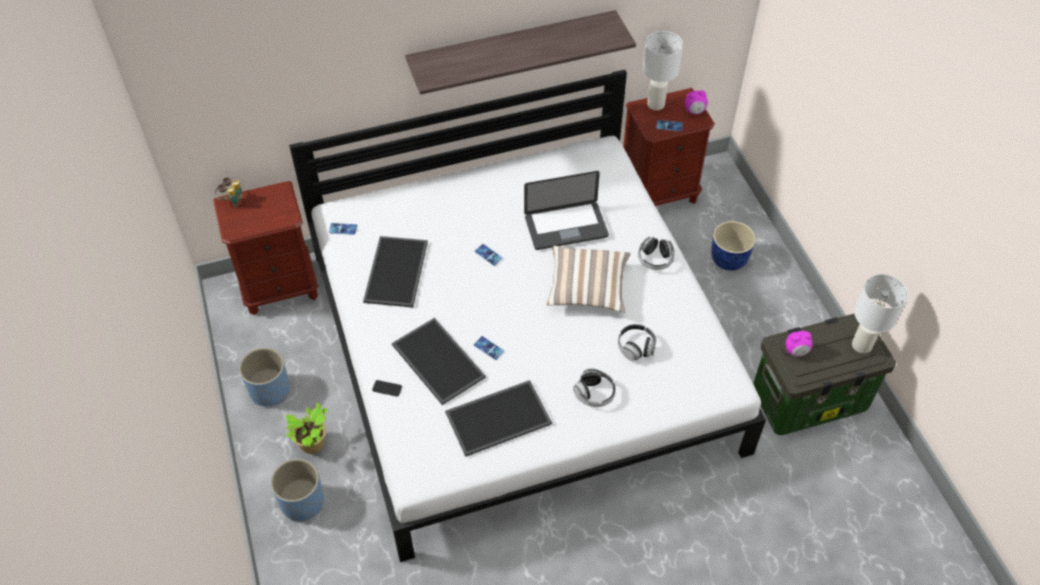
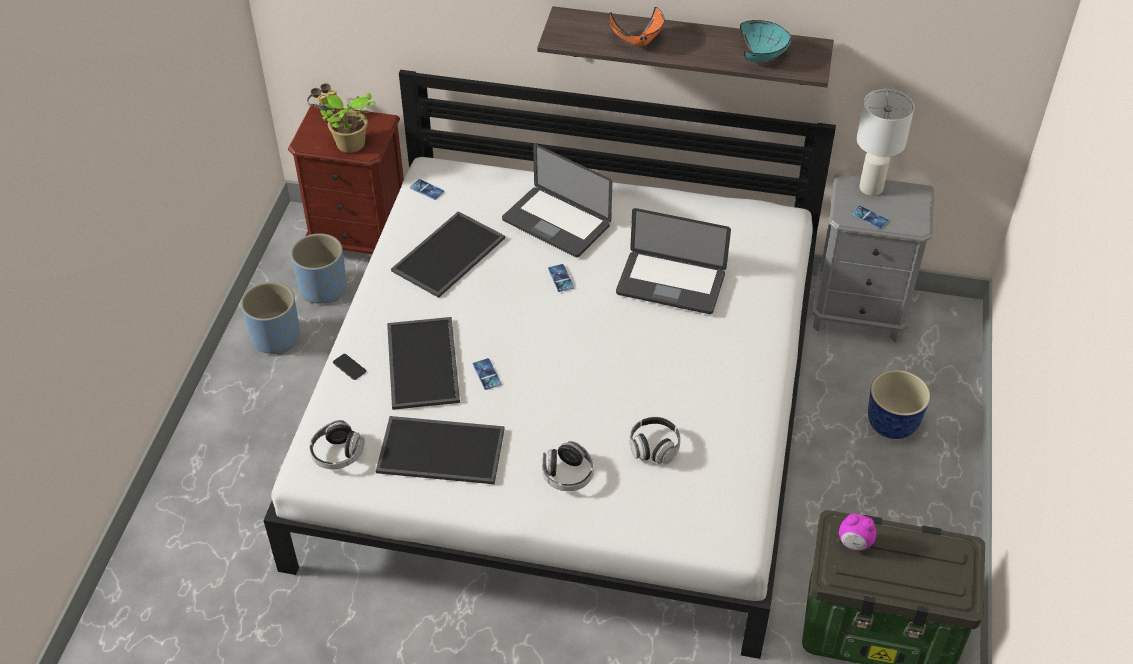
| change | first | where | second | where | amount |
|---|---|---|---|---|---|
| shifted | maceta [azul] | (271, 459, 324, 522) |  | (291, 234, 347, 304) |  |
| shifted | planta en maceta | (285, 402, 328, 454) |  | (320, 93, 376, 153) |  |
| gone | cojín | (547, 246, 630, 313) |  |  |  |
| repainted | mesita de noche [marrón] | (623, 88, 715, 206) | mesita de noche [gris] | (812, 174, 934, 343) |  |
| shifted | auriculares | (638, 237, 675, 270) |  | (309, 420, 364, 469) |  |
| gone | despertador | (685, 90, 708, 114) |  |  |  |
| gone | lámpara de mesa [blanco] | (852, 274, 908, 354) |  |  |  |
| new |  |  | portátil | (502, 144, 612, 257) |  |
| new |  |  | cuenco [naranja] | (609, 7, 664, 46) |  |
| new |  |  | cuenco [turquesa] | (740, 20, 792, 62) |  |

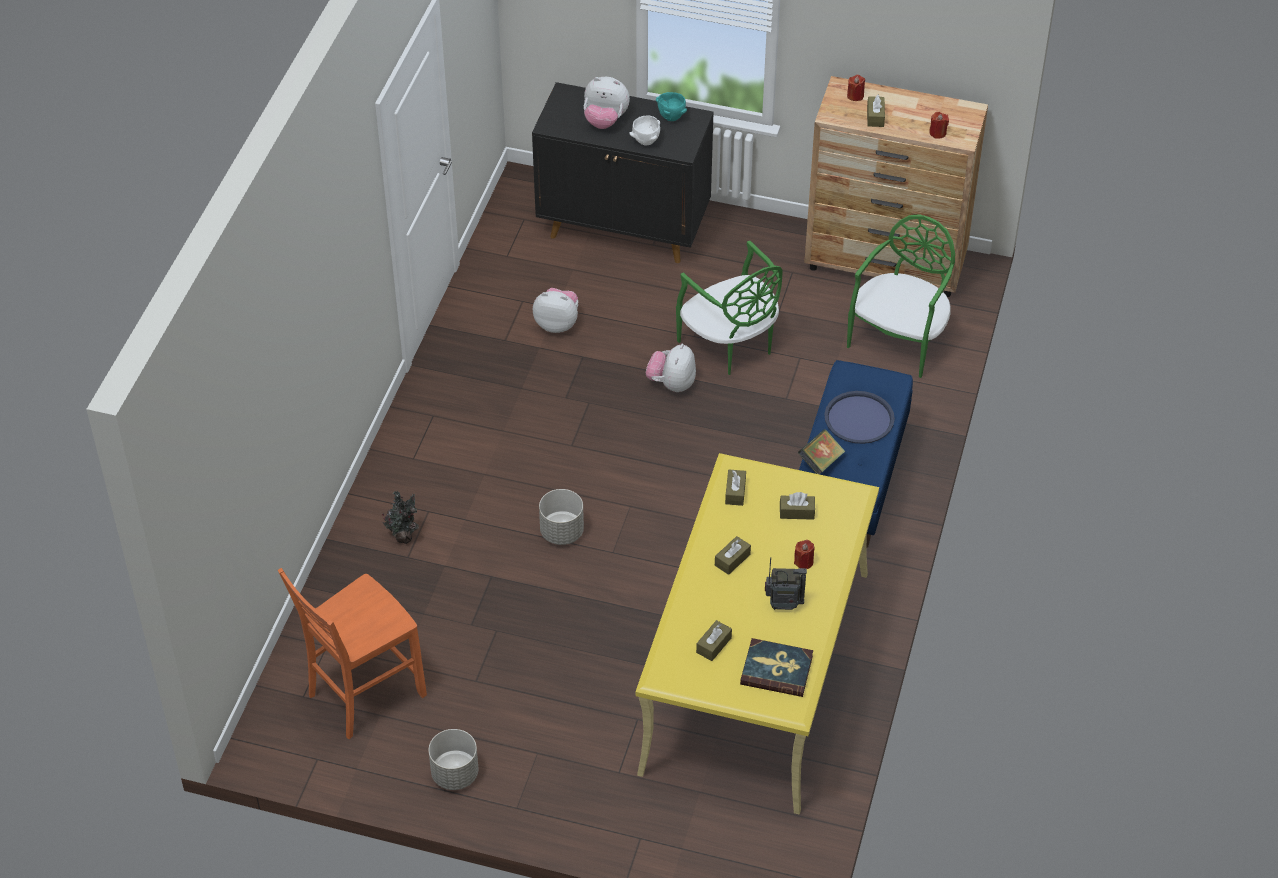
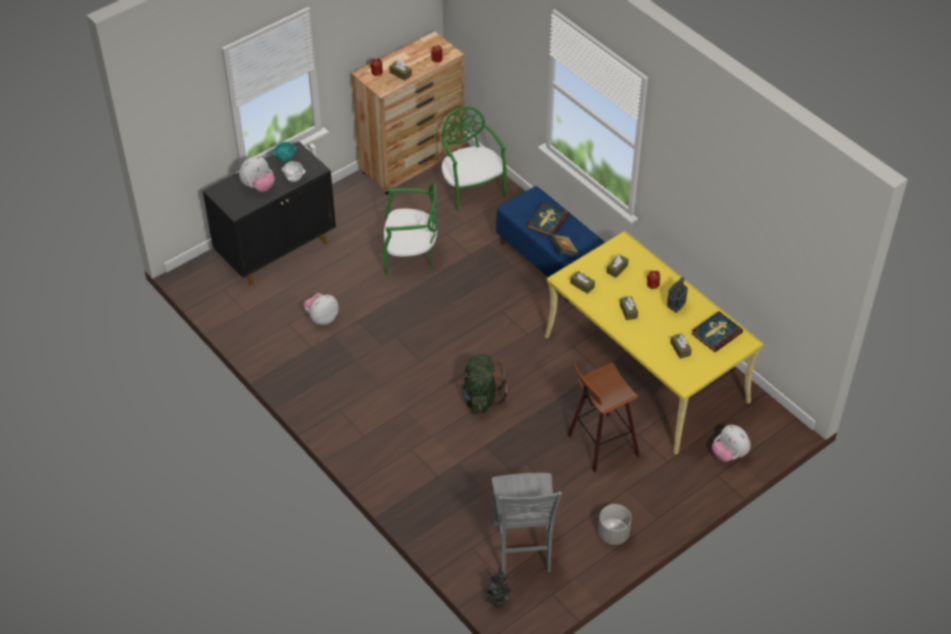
| change | first | where | second | where | amount |
|---|---|---|---|---|---|
| repainted | silla [naranja] | (278, 568, 427, 739) | silla [gris] | (492, 473, 562, 576) |  |
| shifted | planta en maceta | (382, 491, 419, 544) |  | (485, 568, 511, 607) |  |
| swapped | maceta [gris] | (539, 489, 584, 545) | mochila [verde] | (458, 354, 507, 414) |  |
| shifted | peluche | (646, 344, 696, 392) |  | (712, 425, 751, 462) |  |
| swapped | bandeja [azul] | (824, 391, 895, 444) | libro | (527, 202, 570, 237) |  |
| new |  |  | taburete | (567, 363, 639, 473) |  |

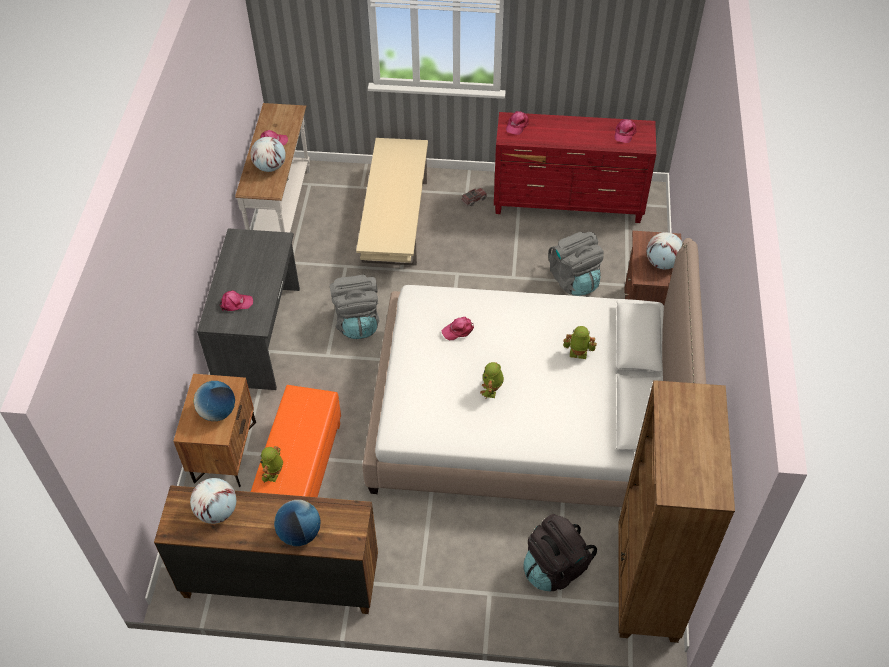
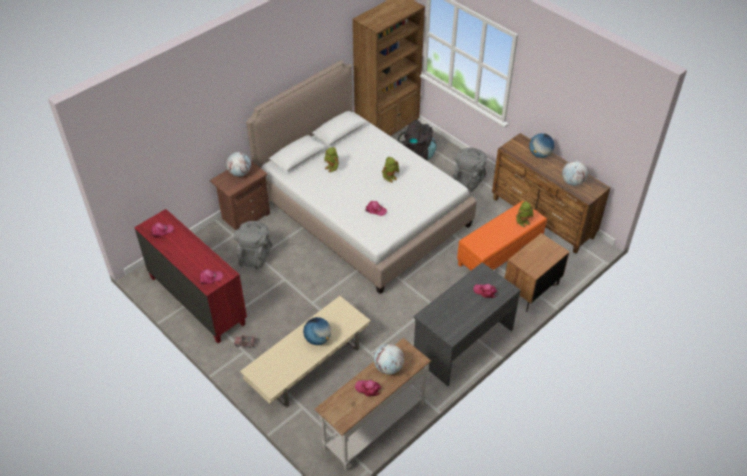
| change | first | where | second | where | amount |
|---|---|---|---|---|---|
| shifted | globo terráqueo | (193, 381, 235, 421) |  | (303, 317, 331, 345) |  |
| shifted | mochila [gris] | (330, 275, 380, 339) |  | (453, 147, 487, 192) |  |

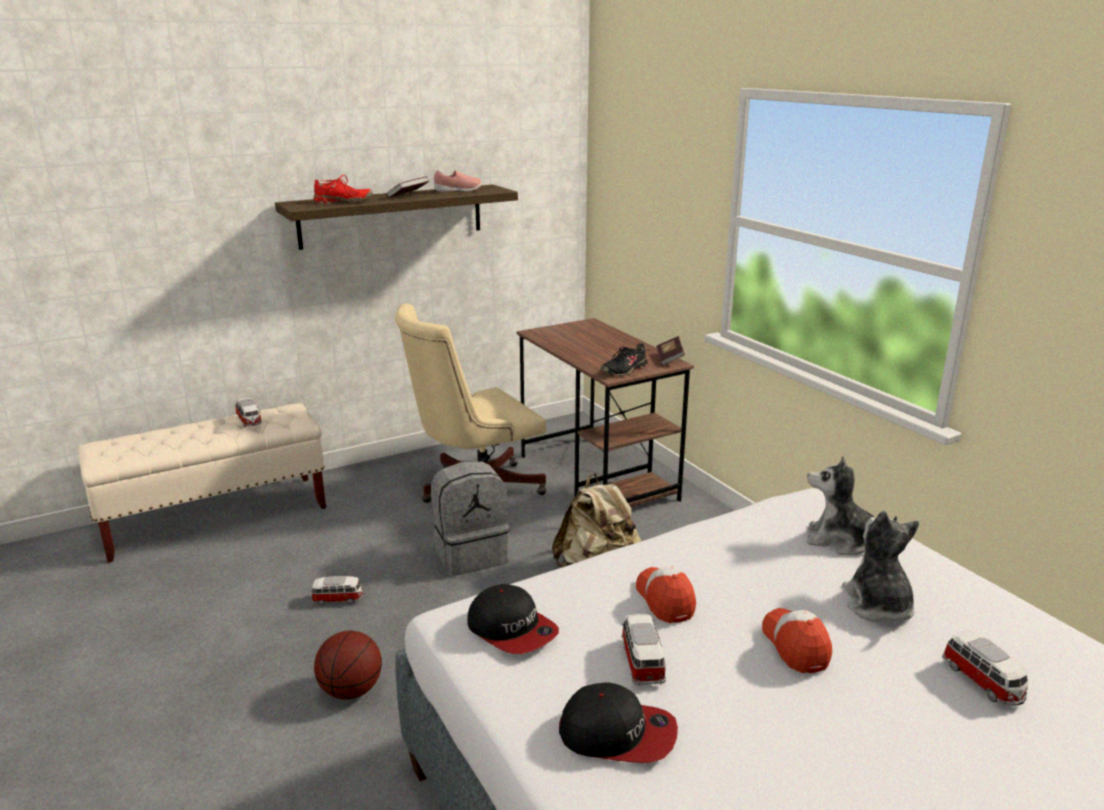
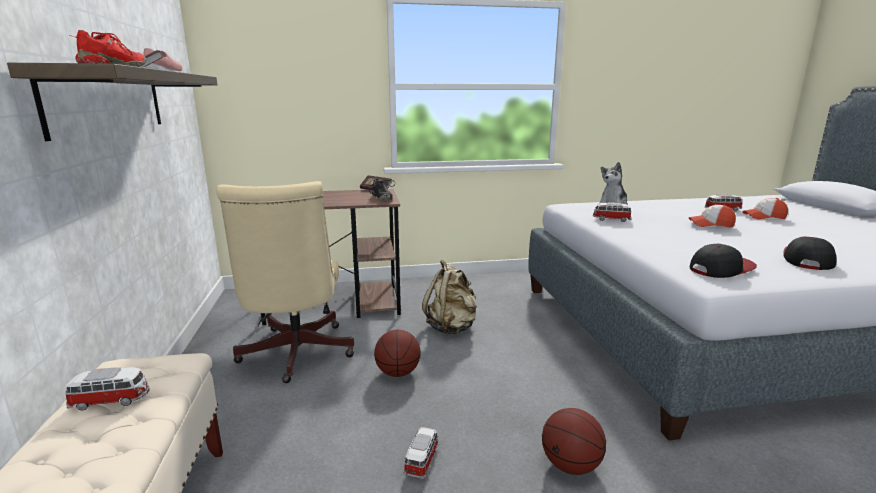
| change | first | where | second | where | amount |
|---|---|---|---|---|---|
| swapped | mochila [gris] | (431, 461, 510, 576) | balón de baloncesto | (374, 330, 421, 377) |  |
| shifted | coche de juguete | (621, 614, 666, 686) |  | (593, 202, 632, 222) |  |
| shifted | gorra | (636, 566, 696, 623) |  | (742, 198, 788, 219) |  |
| gone | peluche | (842, 511, 920, 622) |  |  |  |

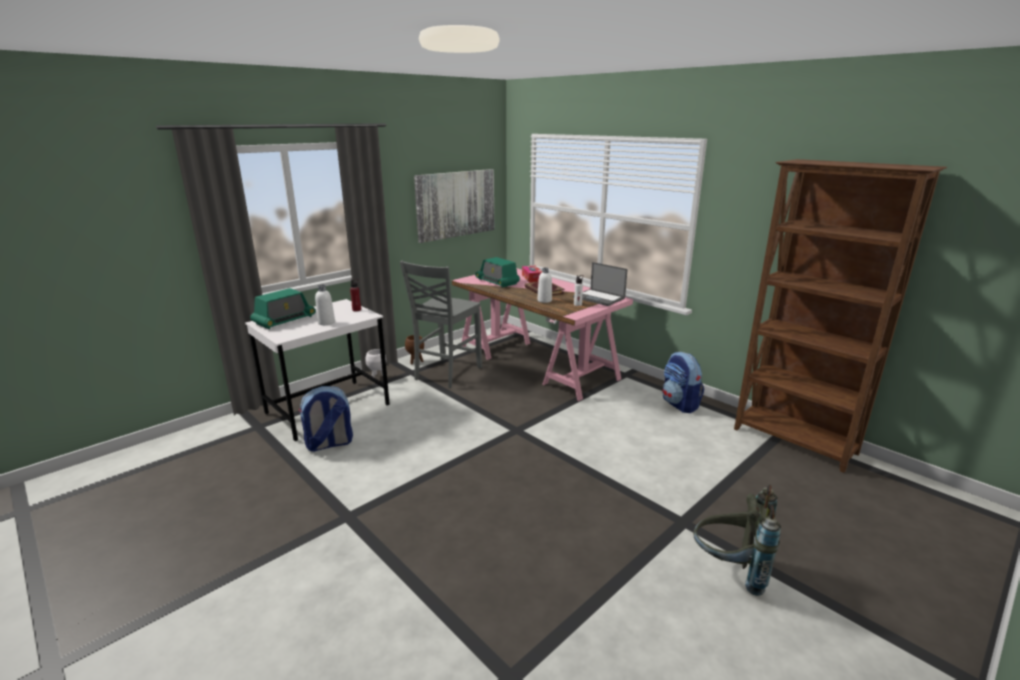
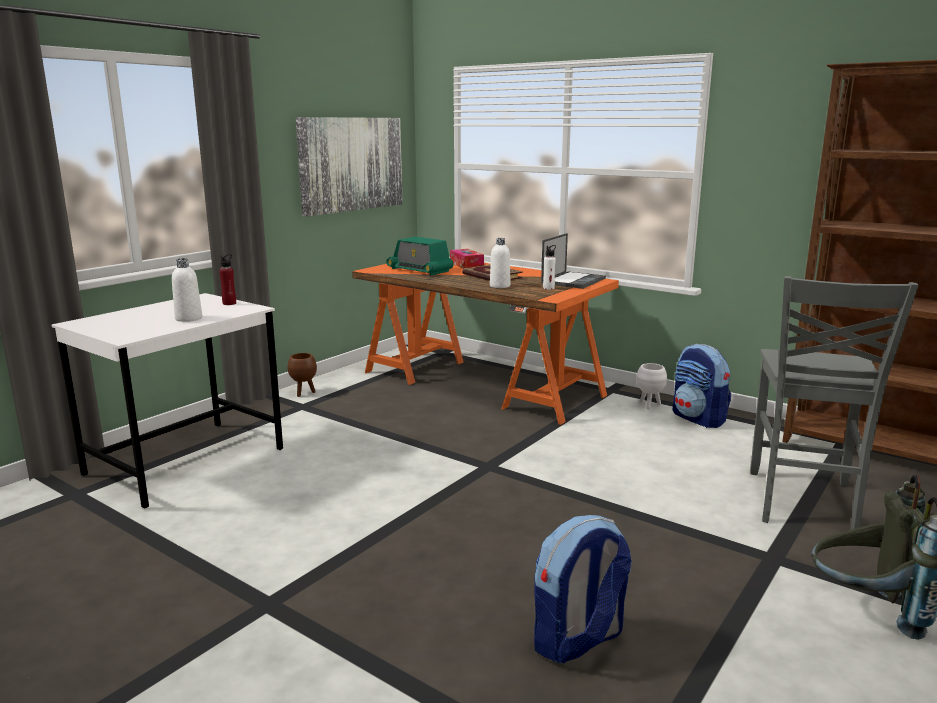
| change | first | where | second | where | amount |
|---|---|---|---|---|---|
| gone | radio | (250, 288, 316, 329) |  |  |  |
| shifted | mochila | (298, 386, 353, 452) |  | (534, 515, 632, 663) |  |
| shifted | maceta [blanco] | (365, 349, 386, 378) |  | (636, 363, 667, 409) |  |
| shifted | silla [gris] | (400, 261, 482, 388) |  | (750, 276, 919, 530) |  |
| repainted | escritorio [rosa] | (452, 268, 633, 401) | escritorio [naranja] | (352, 263, 619, 425) |  |
| rotated | portátil | (573, 262, 628, 306) |  | (541, 233, 606, 289) | 90 degrees counterclockwise |

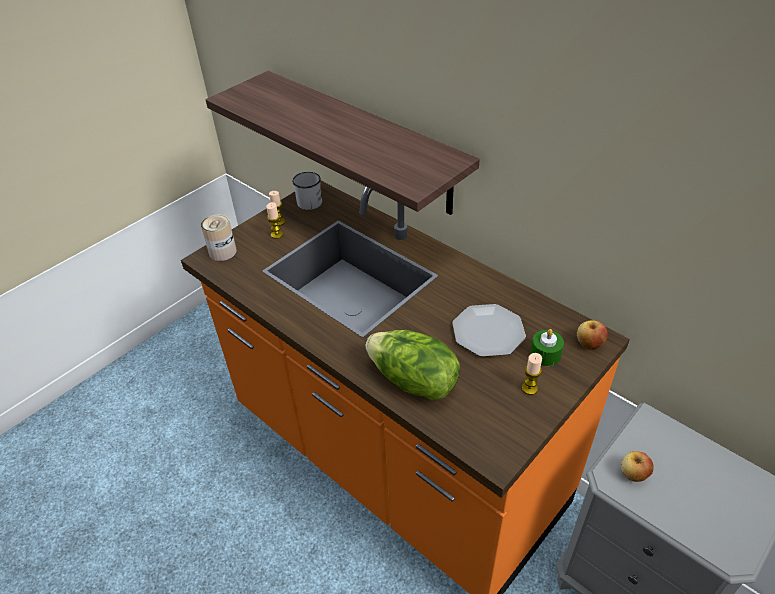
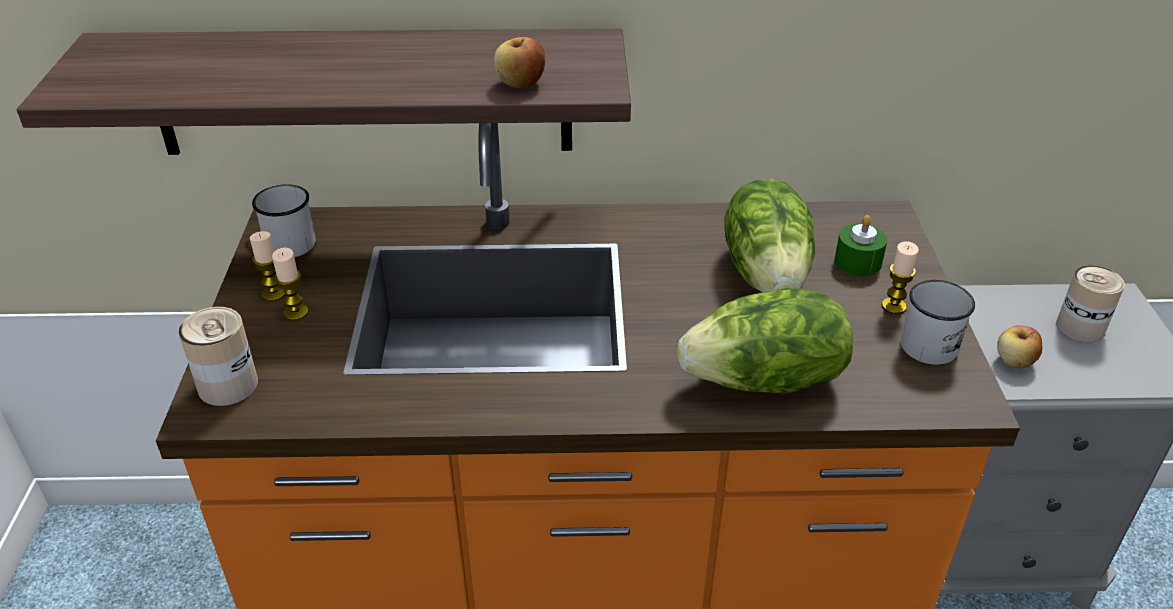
| change | first | where | second | where | amount |
|---|---|---|---|---|---|
| swapped | plato | (452, 304, 526, 357) | lechuga | (725, 179, 815, 292) |  |
| shifted | manzana | (577, 320, 608, 349) |  | (494, 37, 545, 88) |  |
| new |  |  | taza grande [blanco] | (901, 280, 975, 365) |  |
| new |  |  | lata | (1056, 265, 1125, 342) |  |

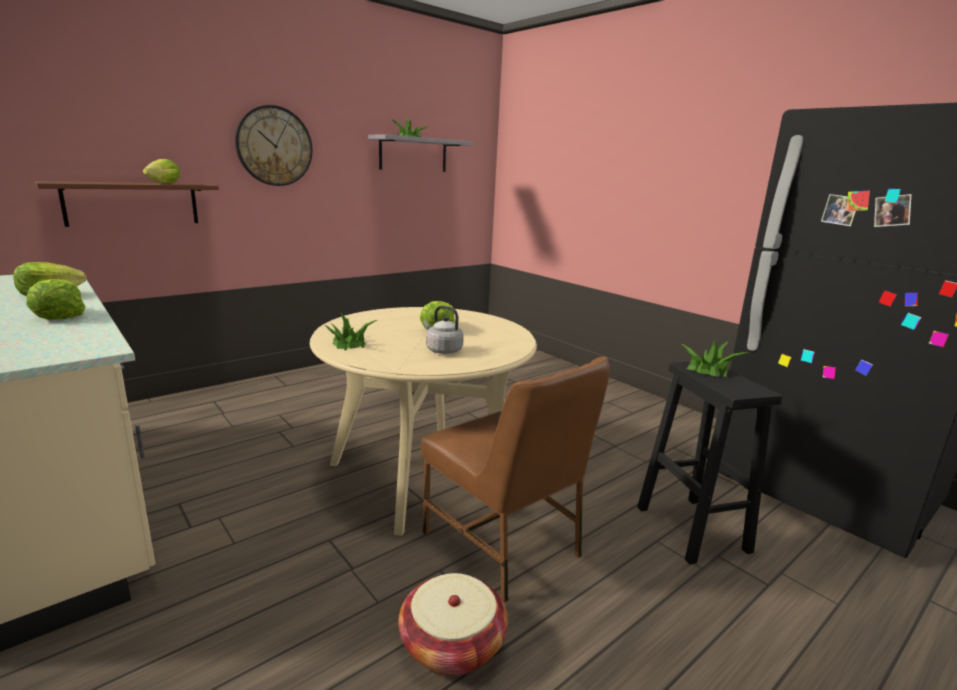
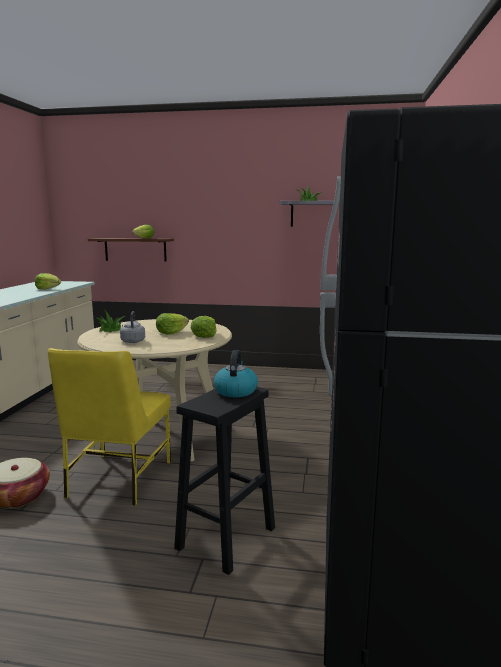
| change | first | where | second | where | amount |
|---|---|---|---|---|---|
| shifted | lechuga | (26, 279, 85, 320) |  | (191, 316, 217, 338) |  |
| gone | reloj de pared | (235, 105, 312, 186) |  |  |  |
| repainted | silla [marrón] | (421, 357, 610, 603) | silla [amarillo] | (48, 348, 171, 506) |  |
| swapped | planta en maceta | (681, 339, 746, 377) | hervidor | (214, 350, 258, 397) |  |

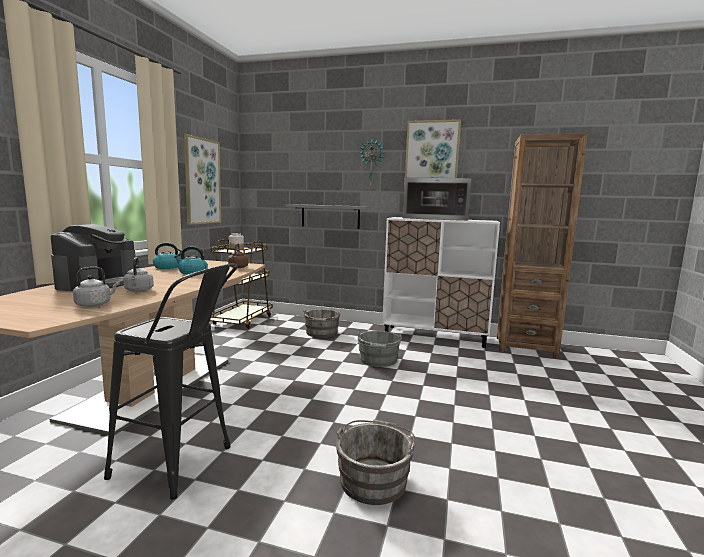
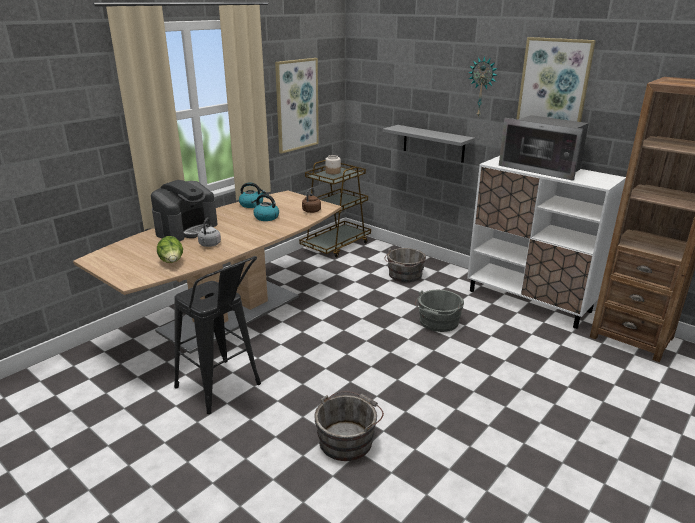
| change | first | where | second | where | amount |
|---|---|---|---|---|---|
| swapped | hervidor [gris] | (73, 267, 120, 307) | lechuga | (157, 236, 183, 263) |  |

